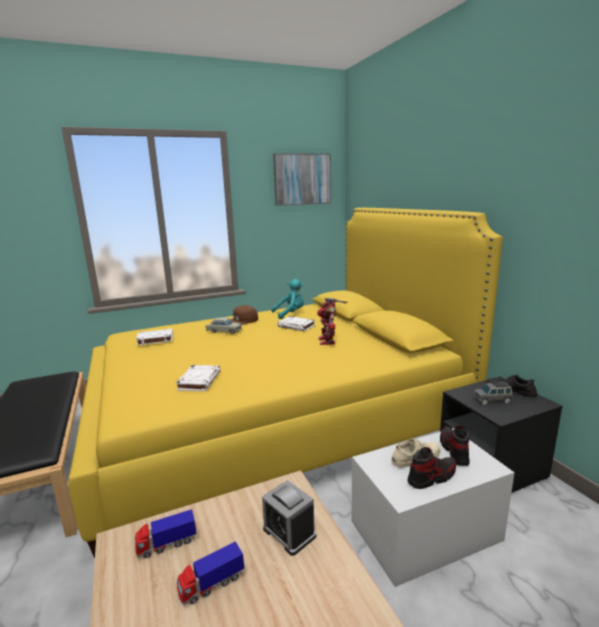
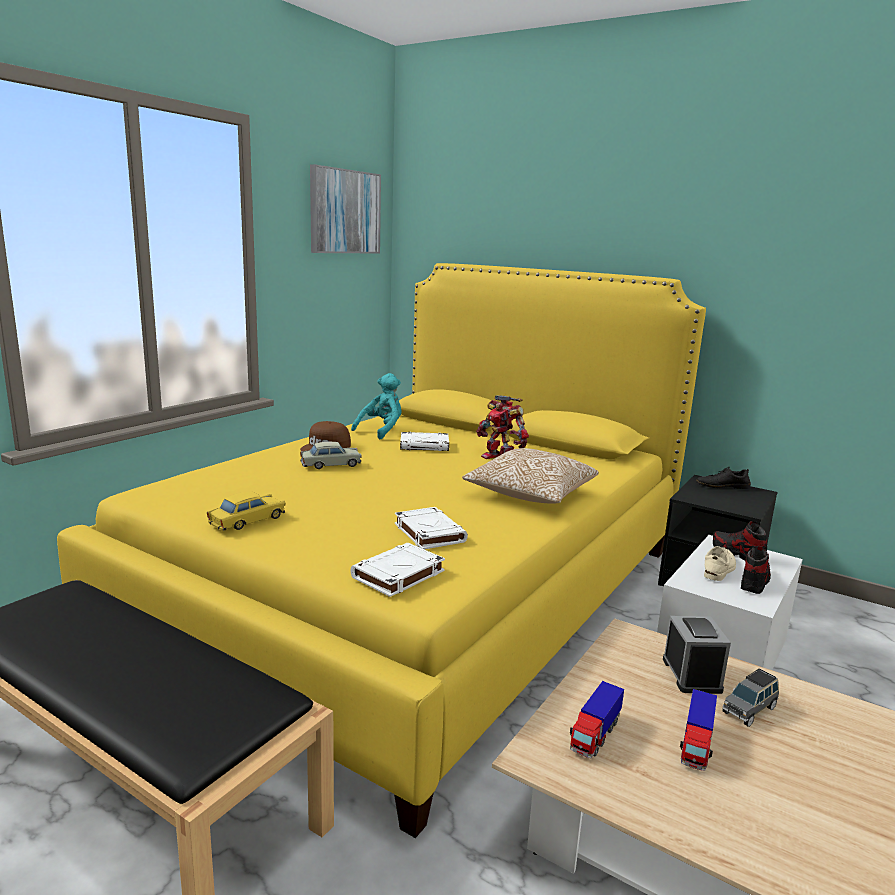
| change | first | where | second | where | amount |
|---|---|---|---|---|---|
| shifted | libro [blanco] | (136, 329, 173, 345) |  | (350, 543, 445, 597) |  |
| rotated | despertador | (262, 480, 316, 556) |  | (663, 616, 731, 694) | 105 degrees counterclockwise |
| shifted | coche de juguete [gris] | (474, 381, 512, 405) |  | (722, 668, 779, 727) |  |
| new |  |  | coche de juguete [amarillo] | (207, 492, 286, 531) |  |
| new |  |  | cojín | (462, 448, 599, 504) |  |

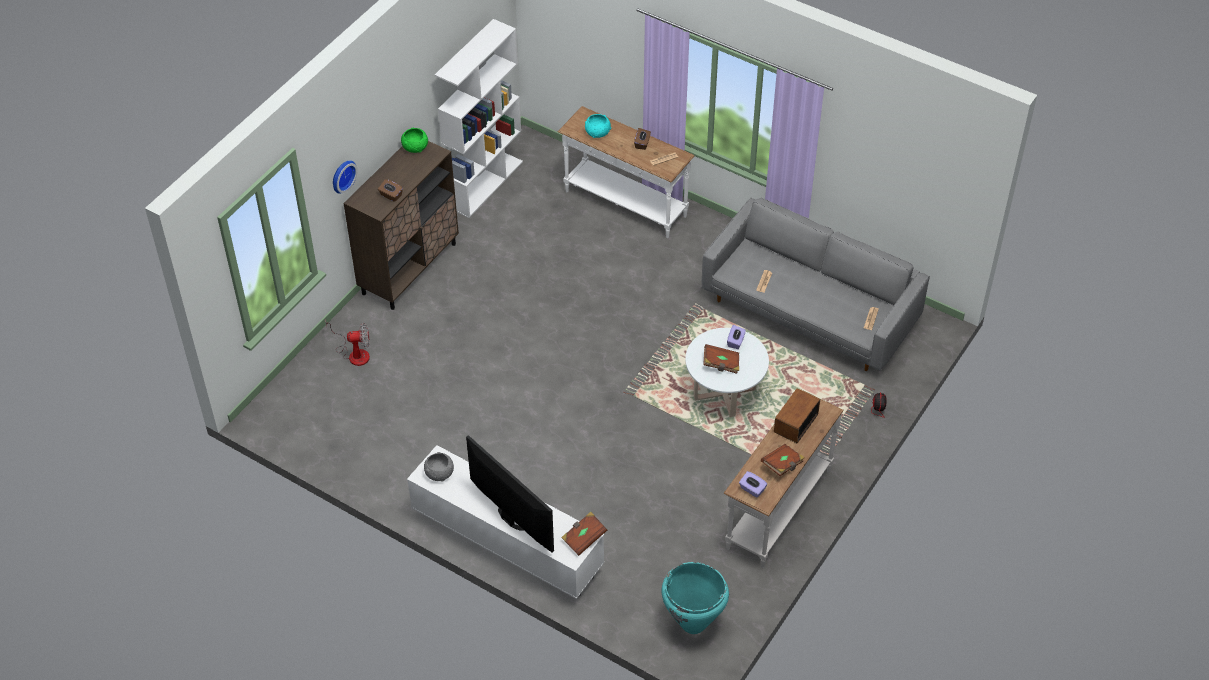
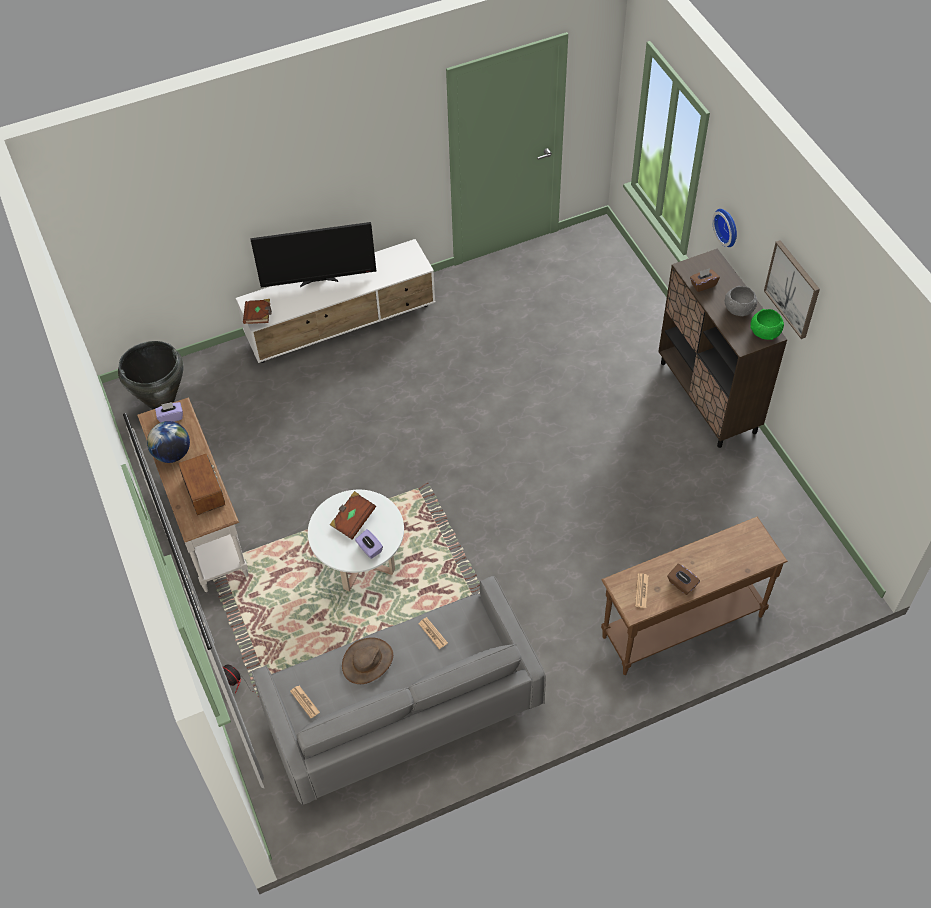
| change | first | where | second | where | amount |
|---|---|---|---|---|---|
| gone | ventilador | (325, 318, 370, 366) |  |  |  |
| shifted | cuenco [gris] | (424, 452, 454, 482) |  | (725, 286, 757, 317) |  |
| gone | estantería [blanco] | (435, 19, 523, 218) |  |  |  |
| repainted | mesa consola [blanco] | (558, 106, 694, 238) | mesa consola [marrón] | (601, 517, 788, 675) |  |
| gone | cuenco [turquesa] | (585, 114, 611, 138) |  |  |  |
| repainted | florero [turquesa] | (661, 562, 729, 634) | florero [negro] | (118, 341, 184, 409) |  |
| swapped | libro [marrón] | (761, 444, 805, 476) | globo terráqueo | (147, 421, 190, 463) |  |
| new |  |  | sombrero [marrón] | (342, 637, 393, 684) |  |
| new |  |  | cuadro | (764, 240, 820, 339) |  |

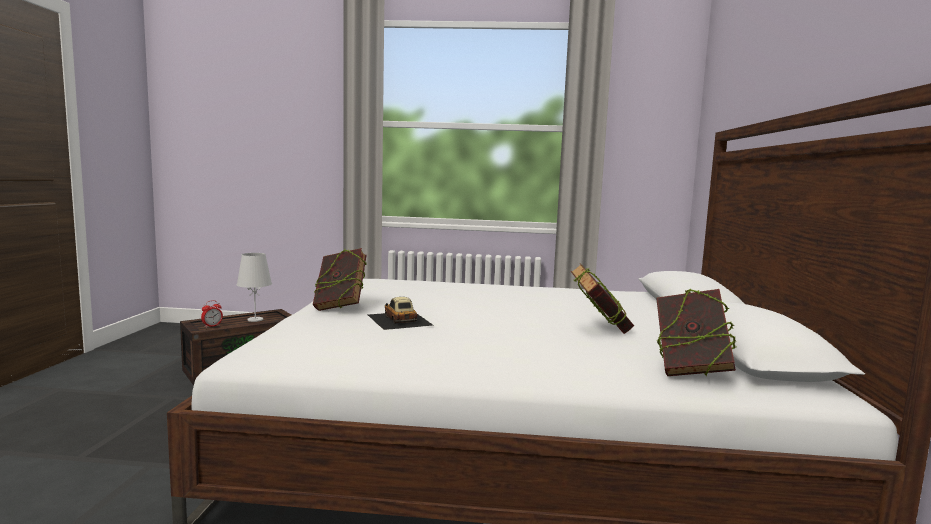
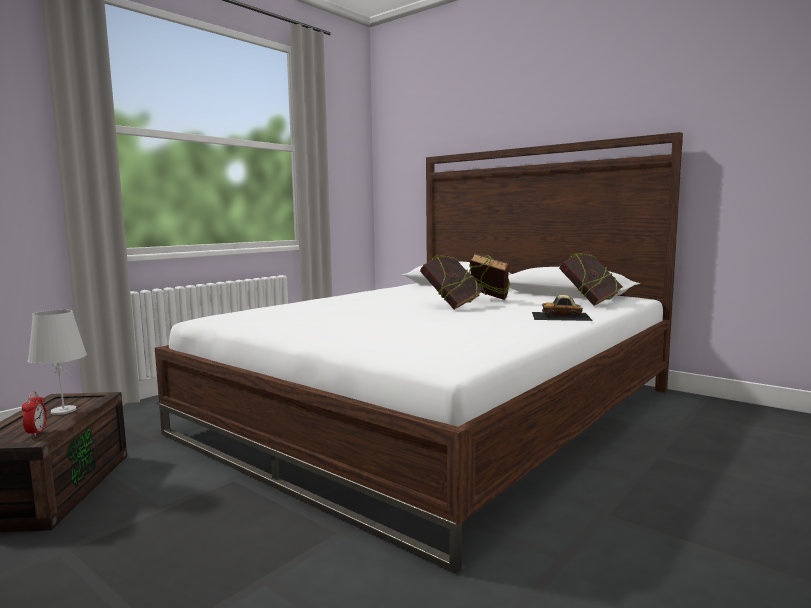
| change | first | where | second | where | amount |
|---|---|---|---|---|---|
| shifted | libro | (313, 248, 367, 311) |  | (420, 253, 484, 309) |  |
| shifted | coche de juguete | (368, 297, 433, 330) |  | (532, 295, 593, 321) |  |

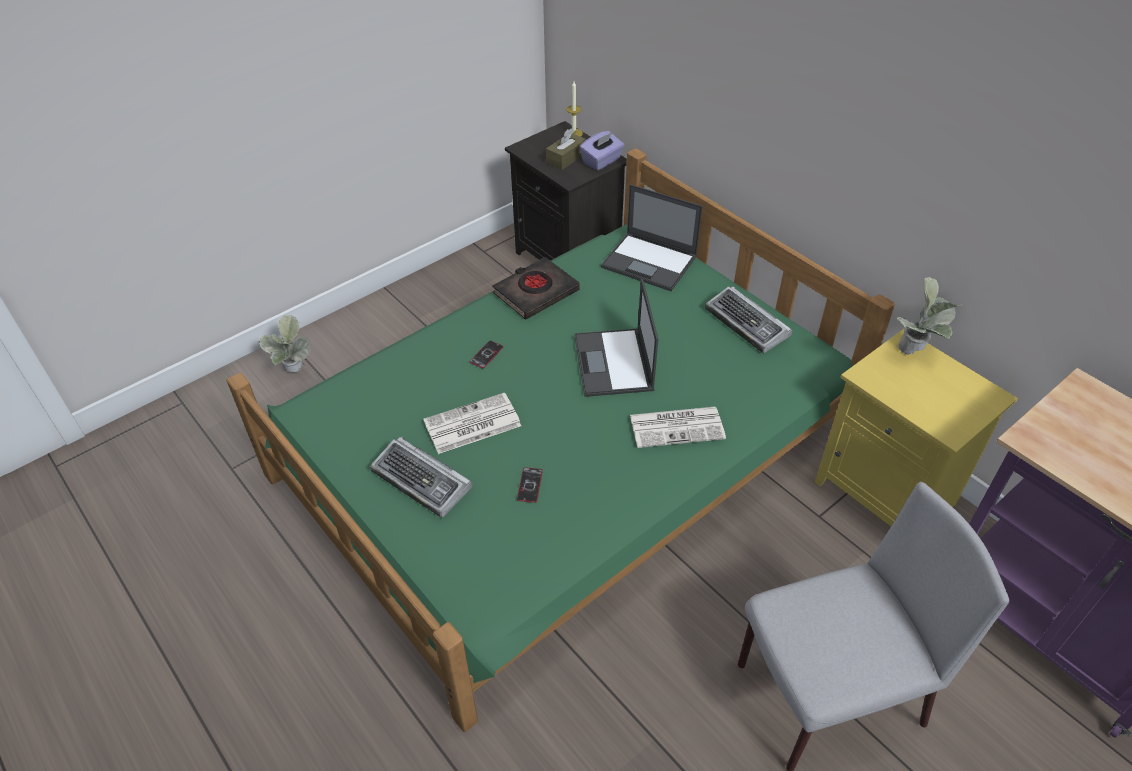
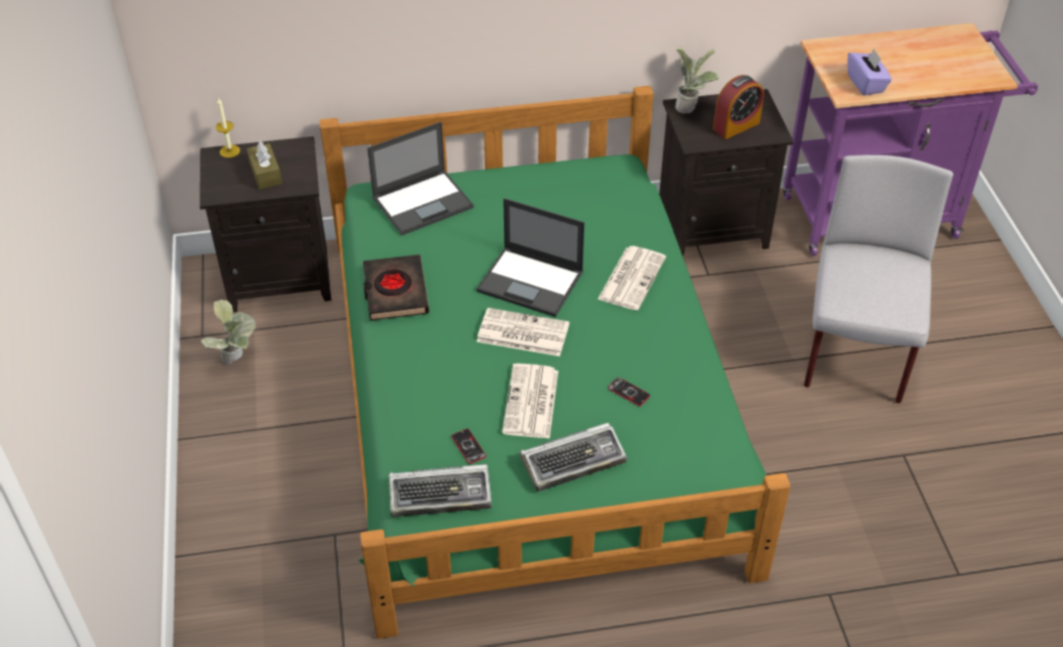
| change | first | where | second | where | amount |
|---|---|---|---|---|---|
| shifted | planta en maceta | (259, 315, 310, 372) |  | (201, 299, 256, 365) |  |
| shifted | móvil | (470, 341, 503, 368) |  | (451, 429, 486, 464) |  |
| shifted | caja de pañuelos [morado] | (580, 131, 625, 171) |  | (847, 49, 892, 96) |  |
| shifted | teclado | (705, 286, 792, 354) |  | (389, 464, 492, 517) |  |
| repainted | mesita de noche [amarillo] | (815, 329, 1018, 526) | mesita de noche [negro] | (659, 89, 794, 256) |  |
| new |  |  | periódico | (477, 308, 569, 356) |  |
| new |  |  | despertador | (713, 75, 764, 139) |  |

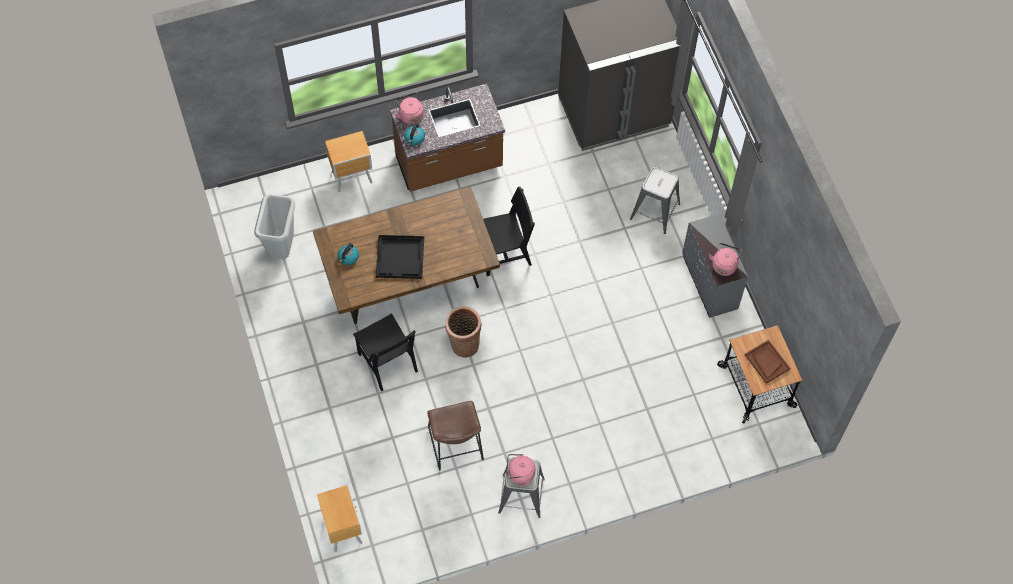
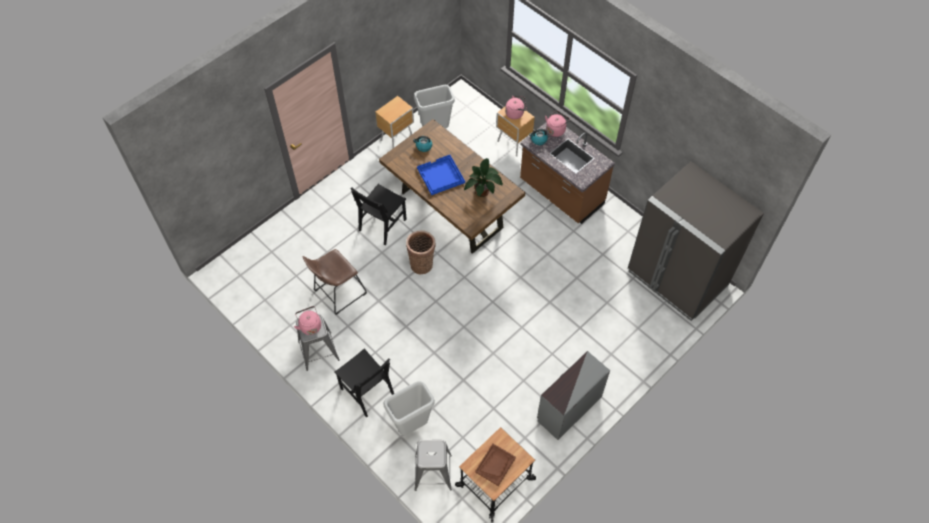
| change | first | where | second | where | amount |
|---|---|---|---|---|---|
| shifted | mesita de noche [marrón] | (317, 485, 362, 552) |  | (375, 96, 414, 148) |  |
| repainted | bandeja [negro] | (376, 235, 424, 279) | bandeja [azul] | (417, 155, 465, 195) |  |
| shifted | silla [negro] | (483, 187, 535, 276) |  | (334, 348, 394, 418) |  |
| shifted | taburete [gris] | (630, 167, 680, 234) |  | (415, 440, 452, 491) |  |
| shifted | hervidor [rosa] | (709, 243, 742, 276) |  | (505, 96, 527, 119) |  |
| new |  |  | papelera [gris] | (383, 381, 435, 435) |  |
| new |  |  | planta en maceta | (464, 158, 503, 197) |  |

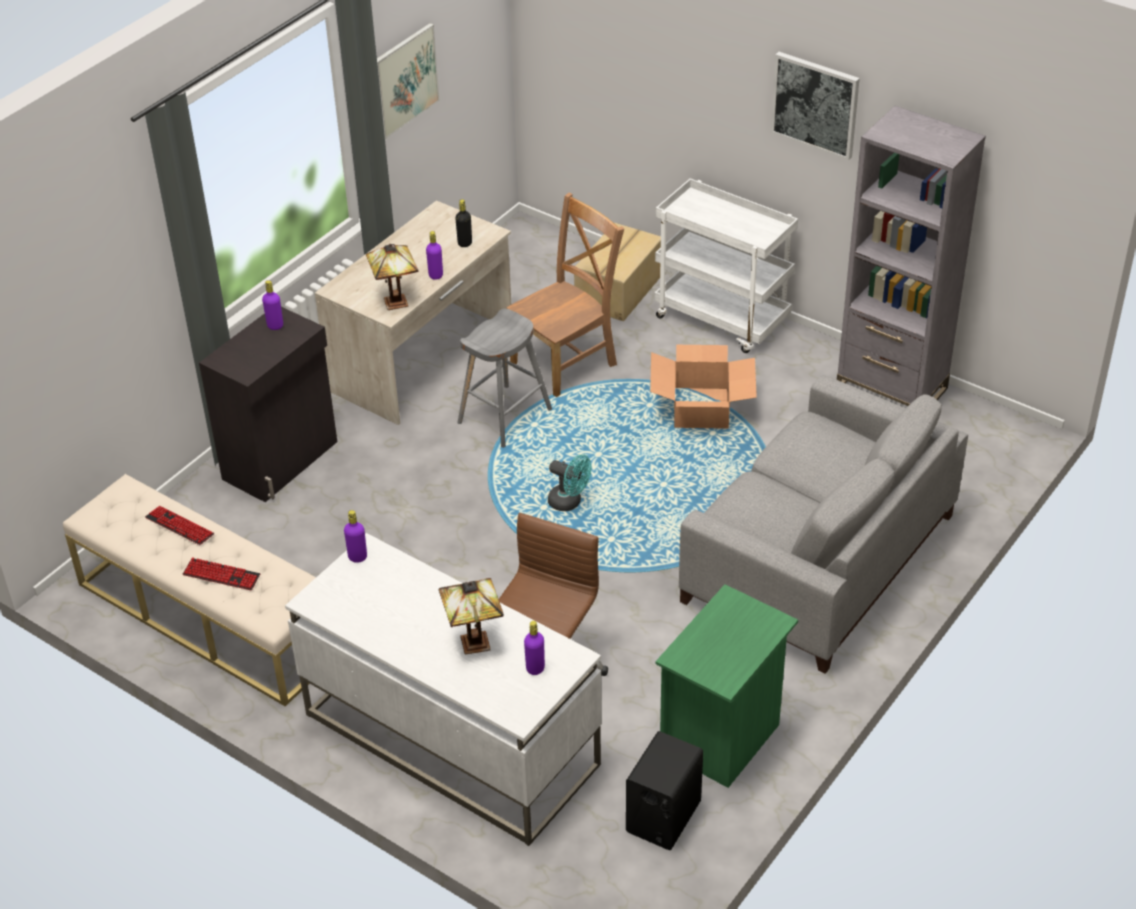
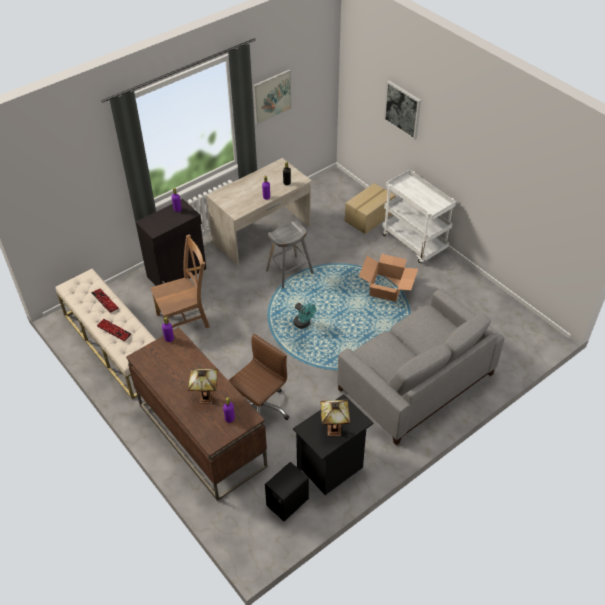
| change | first | where | second | where | amount |
|---|---|---|---|---|---|
| repainted | escritorio [blanco] | (285, 533, 602, 846) | escritorio [marrón] | (126, 327, 268, 501) |  |
| shifted | lámpara de mesa | (366, 244, 418, 310) |  | (320, 400, 350, 436) |  |
| shifted | silla [marrón] | (506, 193, 624, 397) |  | (151, 234, 210, 328) |  |
| repainted | mesita de noche [verde] | (656, 584, 798, 788) | mesita de noche [negro] | (293, 394, 373, 495) |  |
| shifted | cuadro | (771, 52, 860, 160) |  | (384, 80, 421, 140) |  |
| gone | estantería [gris] | (837, 106, 986, 406) |  |  |  |

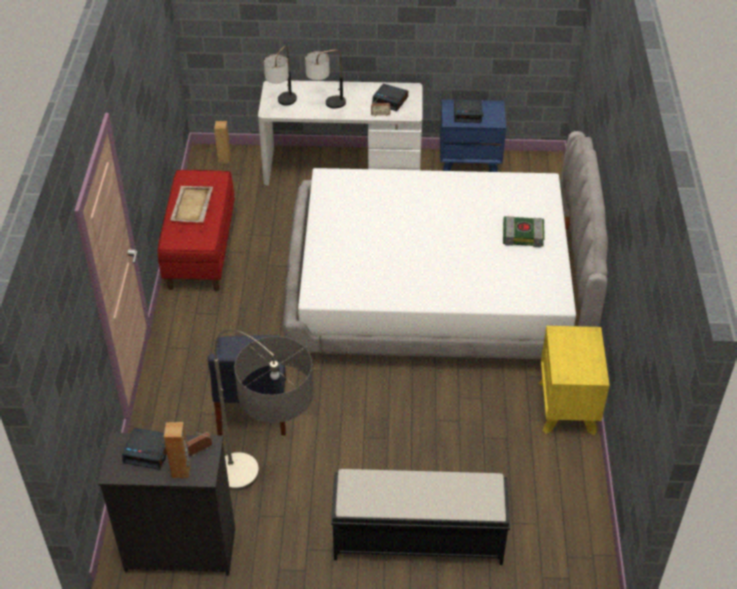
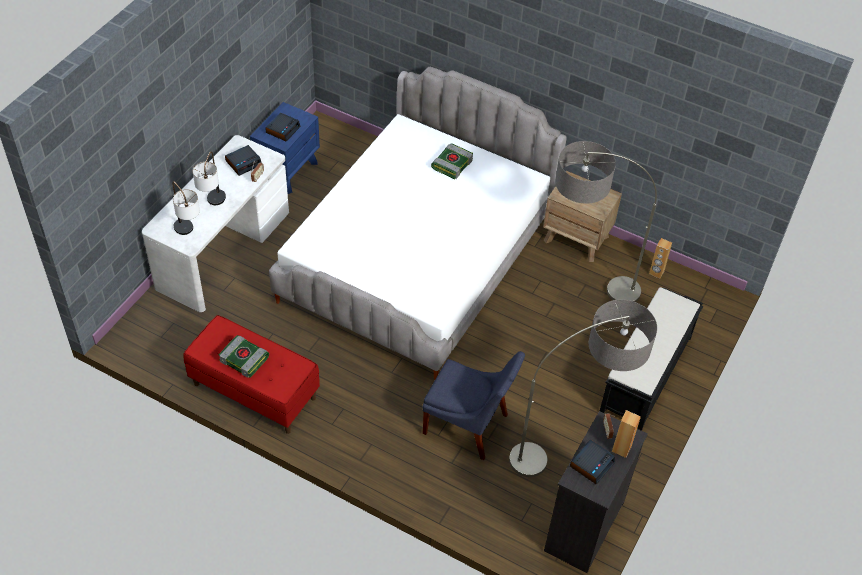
| change | first | where | second | where | amount |
|---|---|---|---|---|---|
| swapped | bandeja [beis] | (170, 186, 213, 222) | libro | (218, 335, 269, 378) |  |
| shifted | altavoz [marrón] | (214, 121, 231, 164) |  | (649, 238, 672, 279) |  |
| repainted | mesita de noche [amarillo] | (539, 326, 610, 435) | mesita de noche [marrón] | (543, 171, 622, 262) |  |
| new |  |  | lámpara de pie | (555, 141, 657, 302) |  |

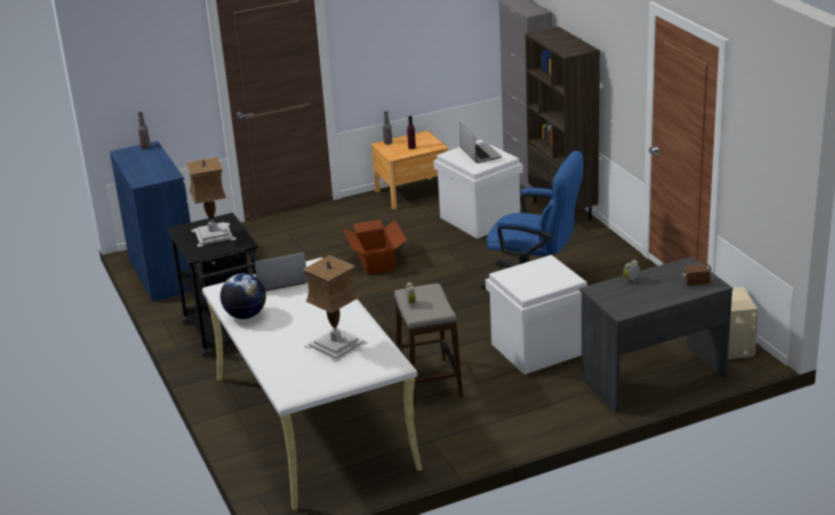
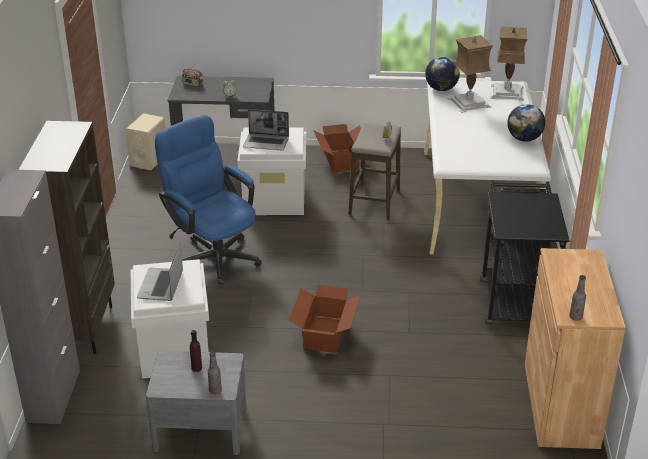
| change | first | where | second | where | amount |
|---|---|---|---|---|---|
| repainted | armario [azul] | (110, 141, 192, 302) | armario [marrón] | (525, 248, 626, 449) |  |
| shifted | lámpara de mesa | (185, 157, 237, 247) |  | (491, 27, 528, 101) |  |
| shifted | portátil | (253, 252, 308, 291) |  | (243, 109, 289, 151) |  |
| repainted | mesita de noche [marrón] | (372, 131, 448, 210) | mesita de noche [gris] | (146, 351, 247, 455) |  |
| new |  |  | caja de cartón | (313, 124, 361, 173) |  |
| new |  |  | globo terráqueo | (425, 57, 460, 91) |  |

